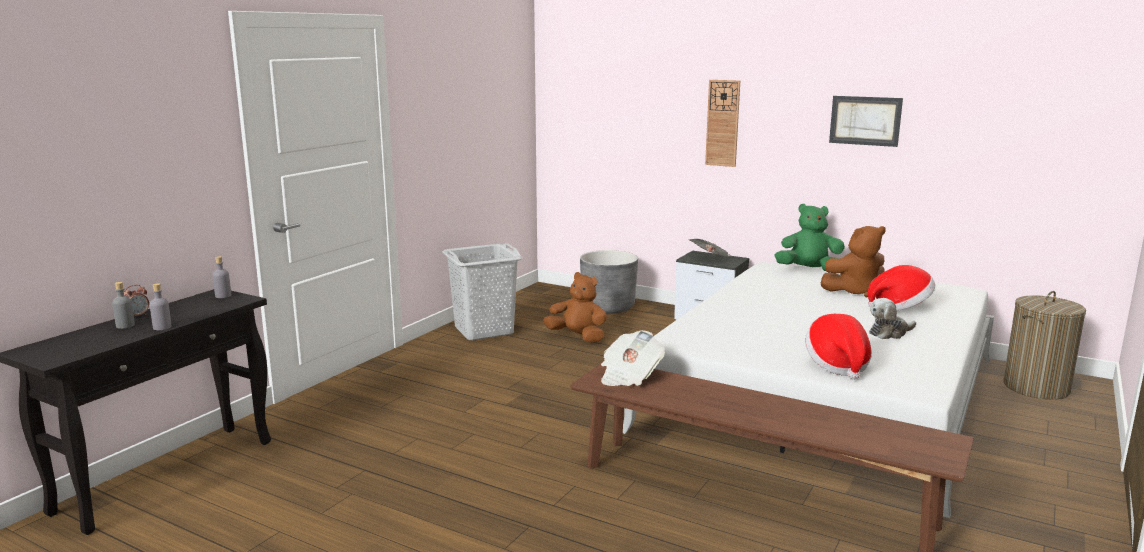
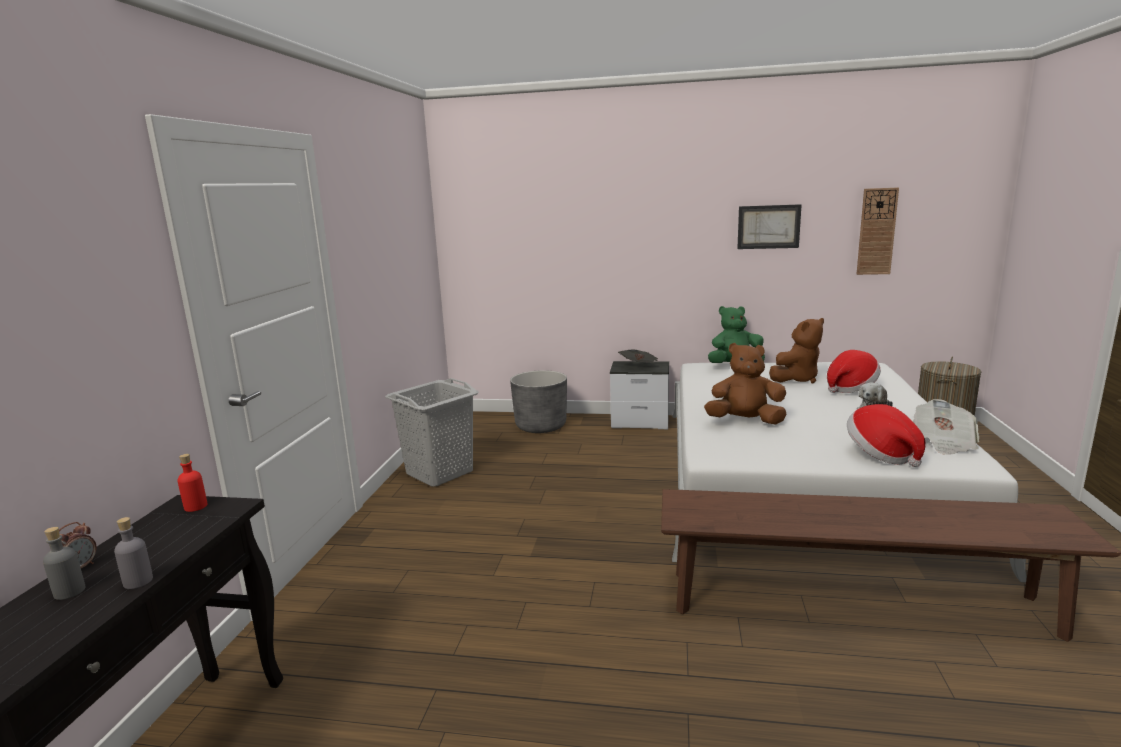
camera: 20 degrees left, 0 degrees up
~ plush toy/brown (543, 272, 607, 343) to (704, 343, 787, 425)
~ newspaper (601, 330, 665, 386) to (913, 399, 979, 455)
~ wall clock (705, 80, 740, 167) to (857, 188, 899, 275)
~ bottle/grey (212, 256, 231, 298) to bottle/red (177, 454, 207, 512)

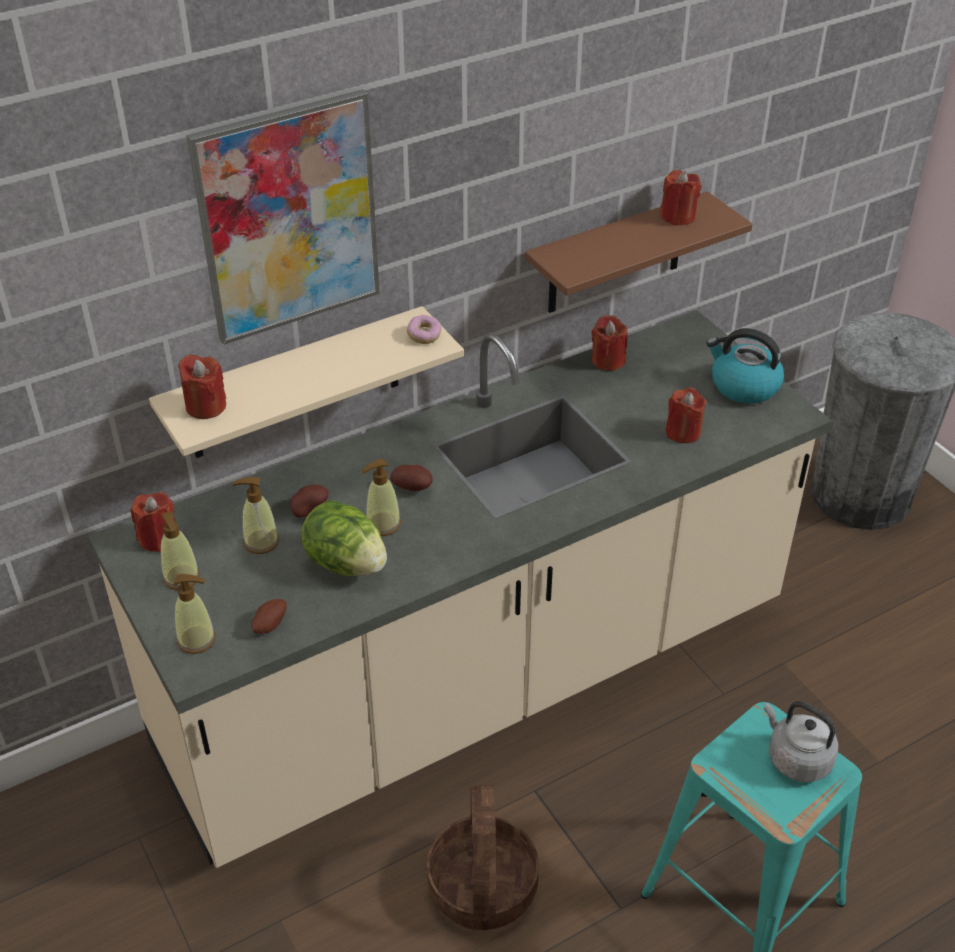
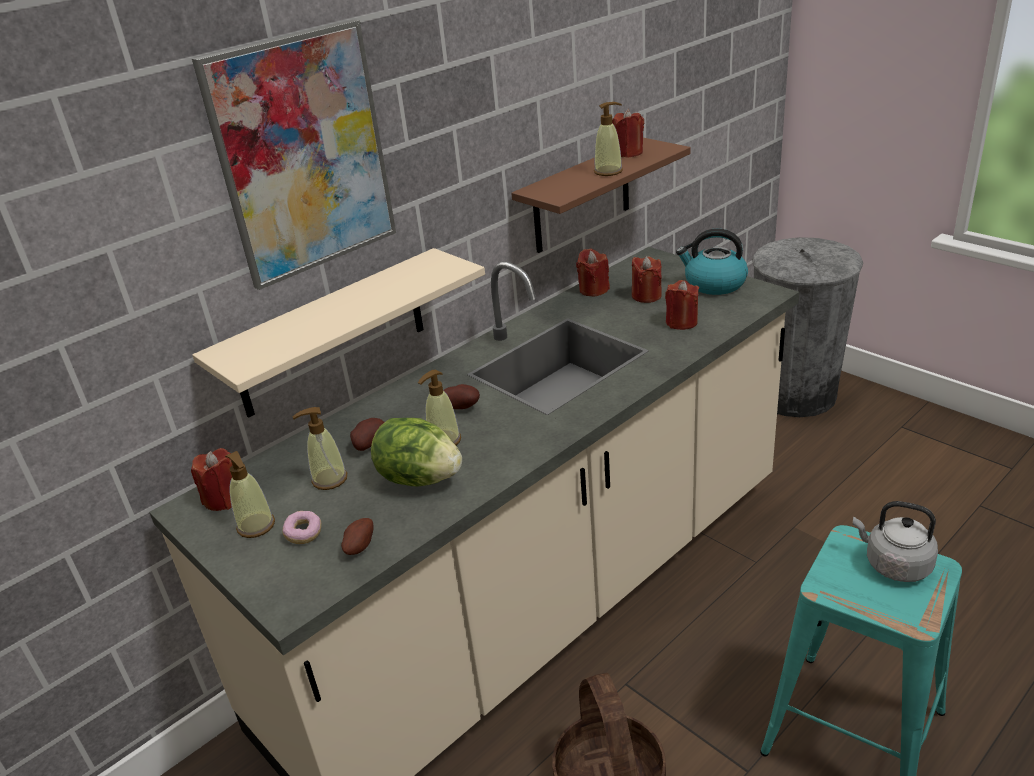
camera: 10 degrees left, 10 degrees down
~ soap dispenser (174, 574, 216, 654) to (594, 102, 623, 176)
~ candle/red (178, 354, 226, 419) to (632, 256, 662, 303)
~ donut (407, 315, 441, 344) to (282, 511, 321, 544)

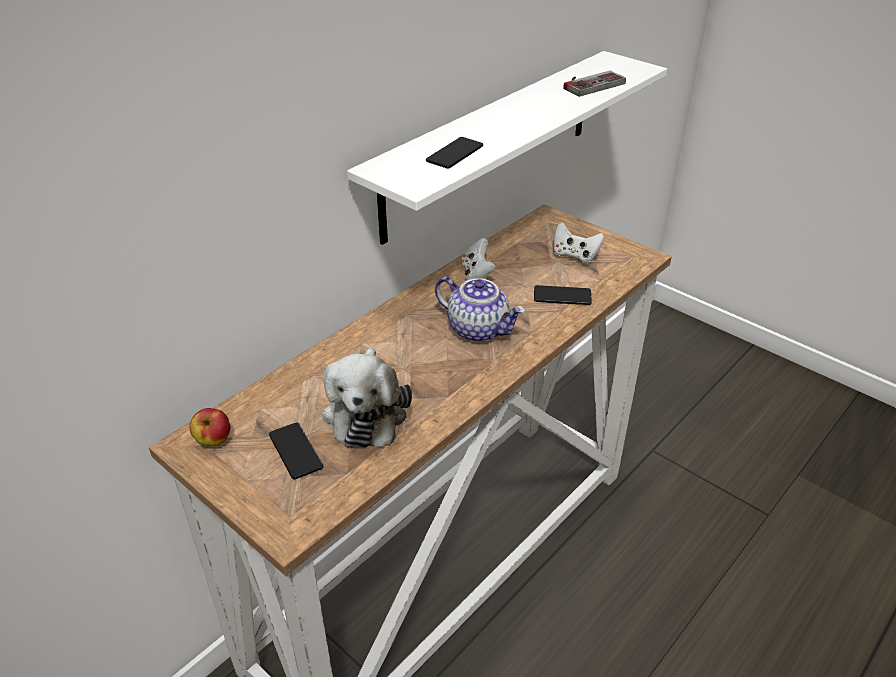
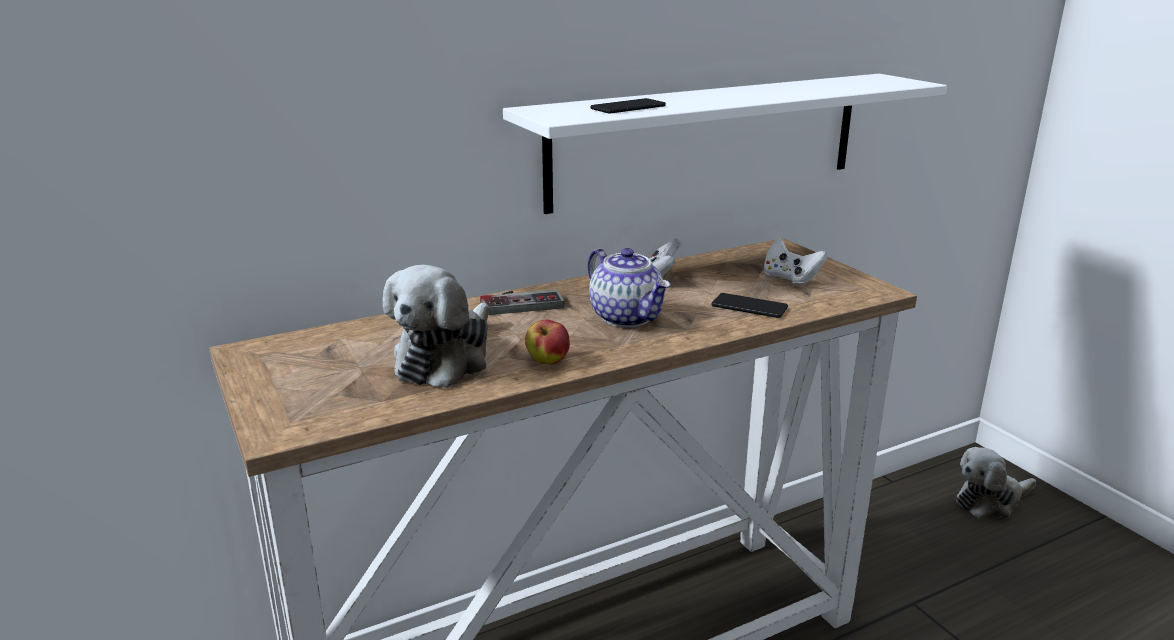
camera: 20 degrees right, 15 degrees down
- phone (269, 422, 324, 479)
+ plush toy (956, 447, 1036, 519)
~ apple (189, 408, 231, 446) to (525, 319, 570, 365)
~ game controller (564, 71, 626, 97) to (480, 289, 565, 315)

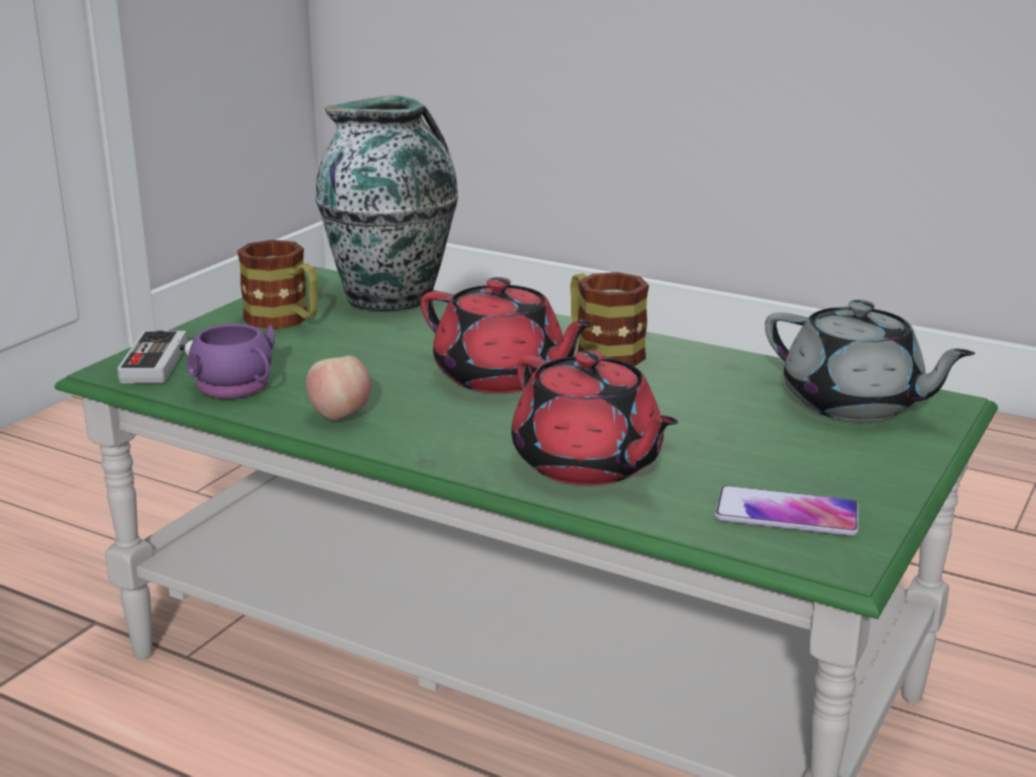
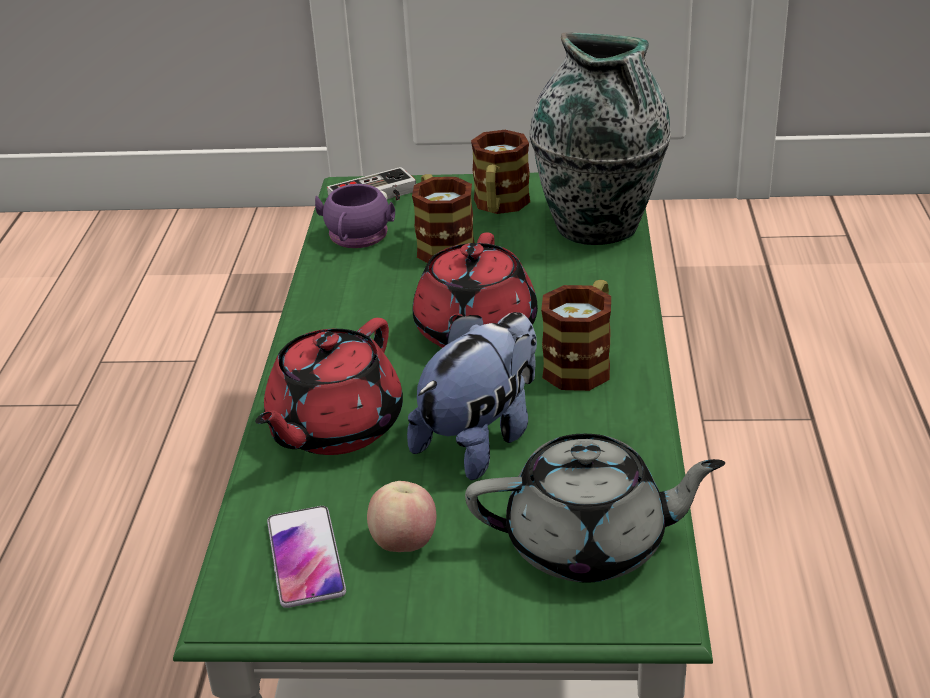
camera: 65 degrees right, 10 degrees up
+ plush toy (407, 312, 537, 480)
+ mug (412, 174, 475, 263)
~ apple (306, 356, 371, 420) to (367, 481, 437, 552)
~ teapot/grey (765, 300, 975, 422) = (465, 434, 725, 583) 105 degrees counterclockwise

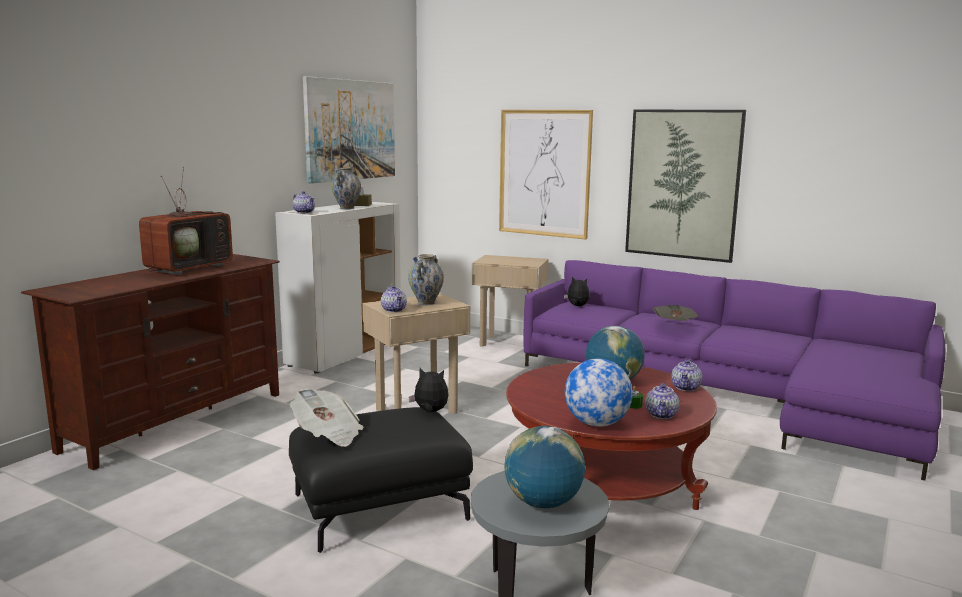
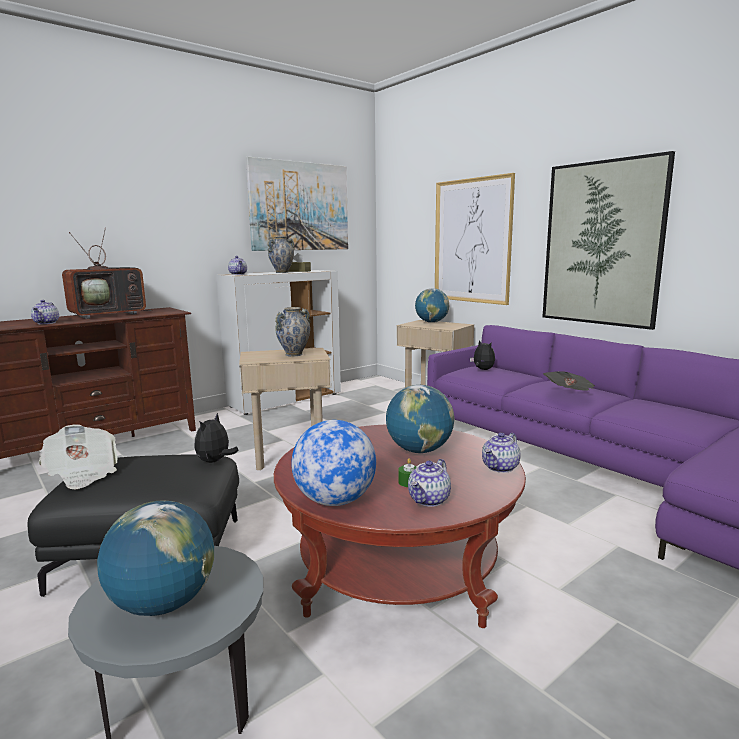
camera: 20 degrees right, 0 degrees up
+ globe (415, 288, 449, 323)
~ teapot (381, 286, 407, 312) to (31, 300, 59, 324)
~ plush toy (409, 368, 449, 412) = (194, 413, 239, 463) 105 degrees counterclockwise

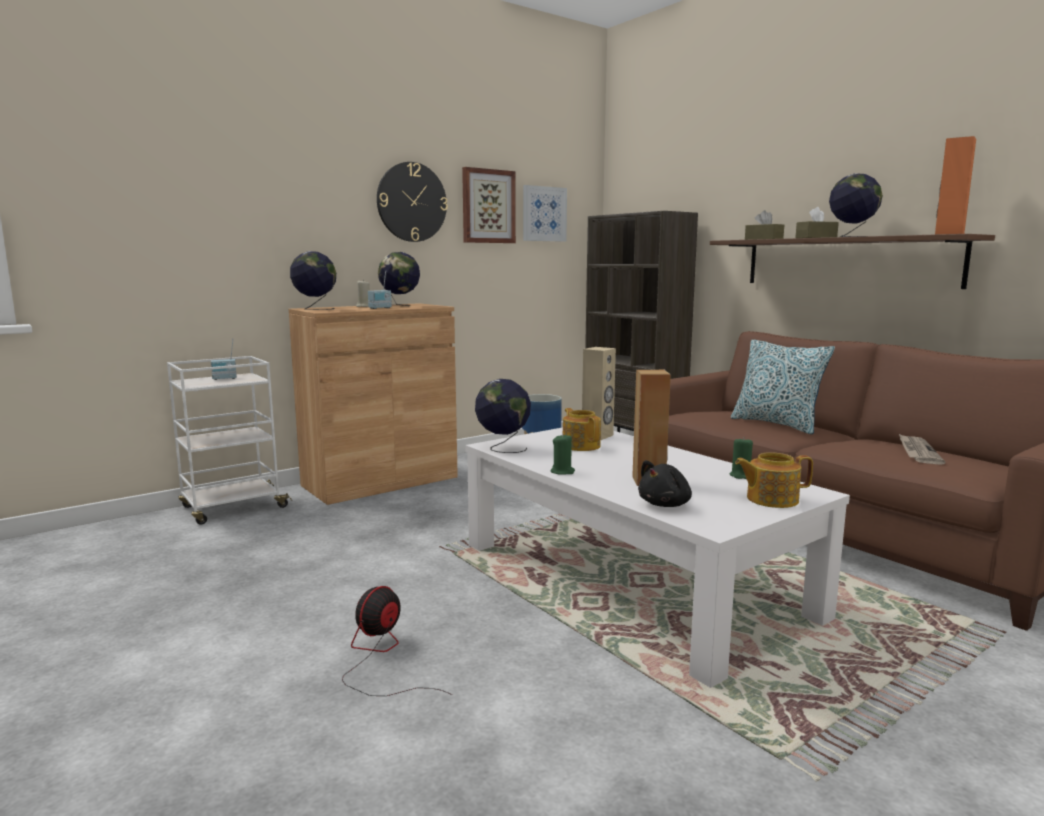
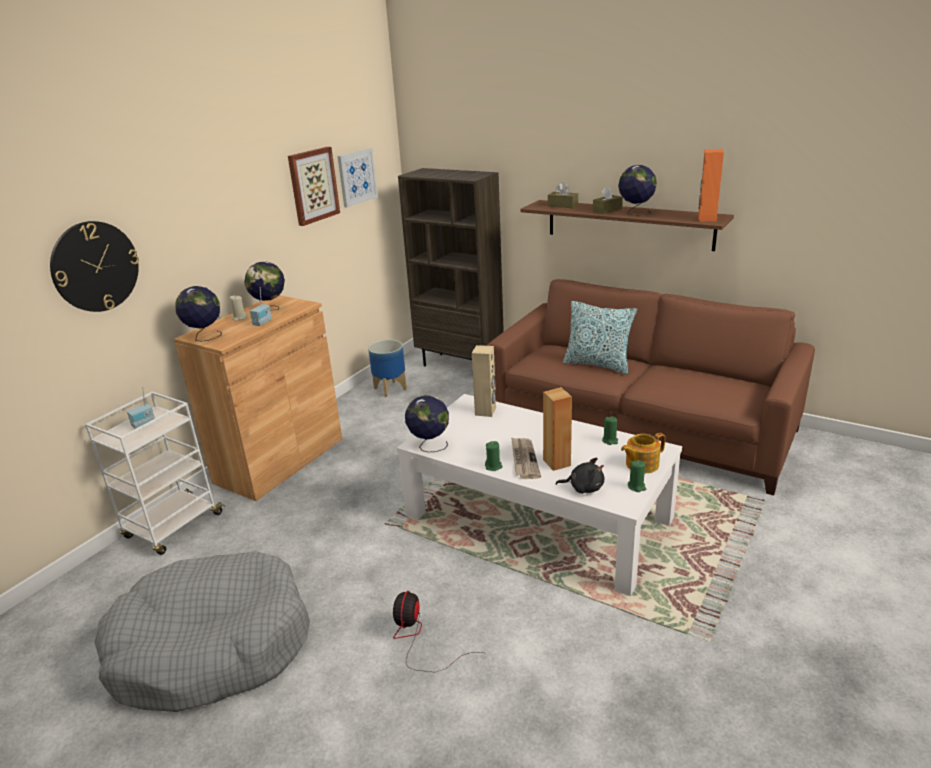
camera: 20 degrees left, 15 degrees up
- teapot (563, 408, 601, 451)
+ dog bed/grey (94, 551, 310, 712)
+ candle/green (628, 460, 646, 492)
~ wall clock (377, 162, 448, 242) to (50, 221, 139, 312)
~ newspaper (899, 434, 946, 465) to (511, 437, 541, 479)
~ plush toy/black (638, 460, 692, 507) = (556, 458, 605, 494) 105 degrees counterclockwise

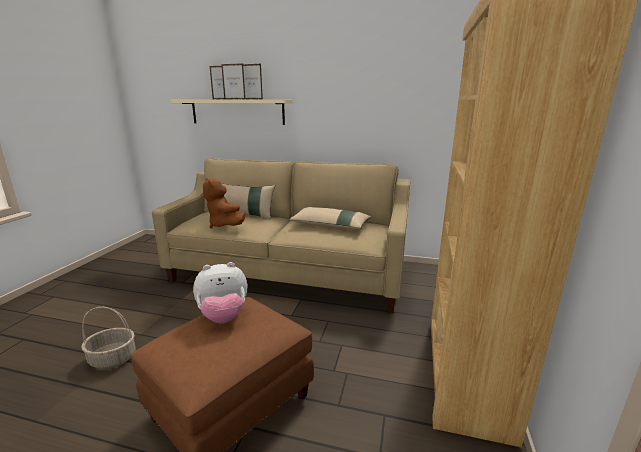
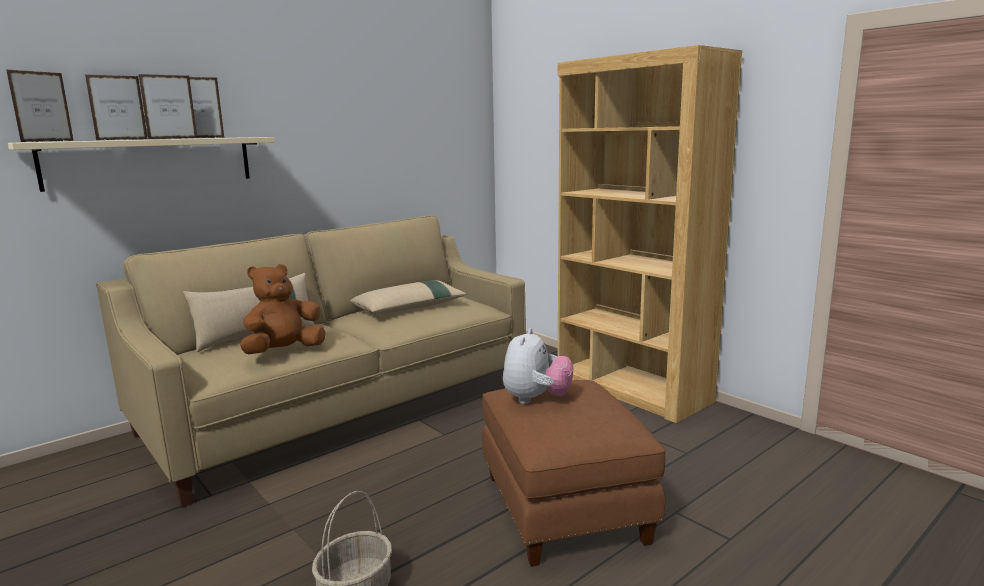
camera: 55 degrees left, 5 degrees down
+ picture frame (6, 69, 74, 142)
~ plush toy/brown (203, 178, 246, 229) = (240, 264, 325, 354) 135 degrees clockwise

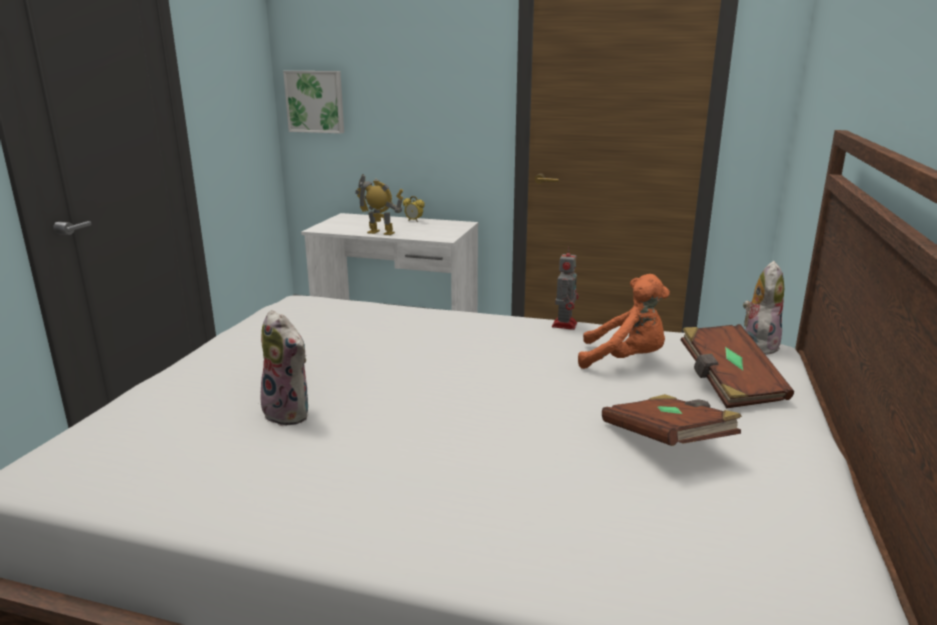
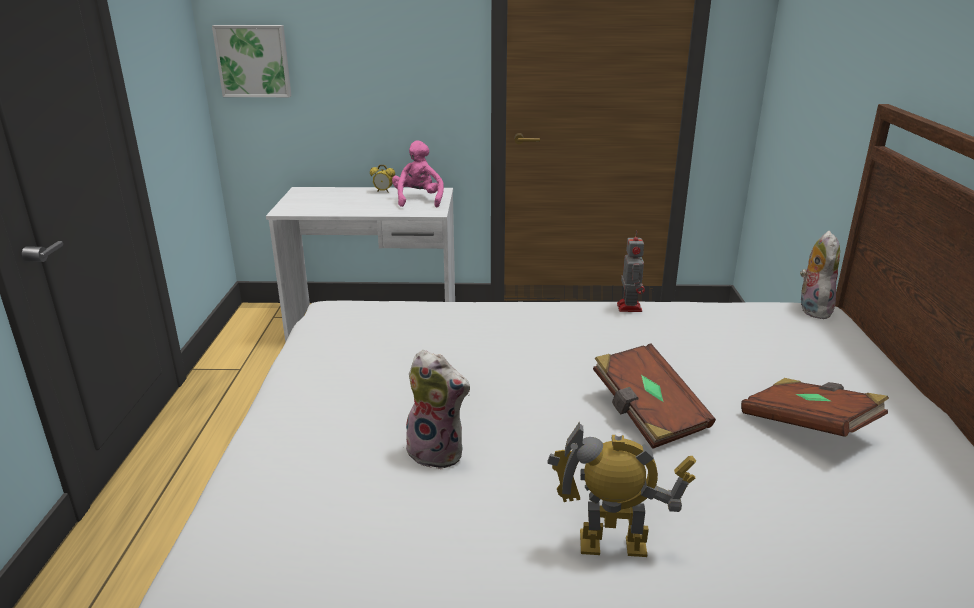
camera: 15 degrees left, 5 degrees up
- plush toy/orange (578, 274, 670, 369)
+ plush toy/pink (392, 140, 444, 208)
~ toy robot (355, 174, 403, 235) to (547, 421, 696, 557)
~ book/brown (681, 324, 794, 408) to (593, 344, 716, 449)

